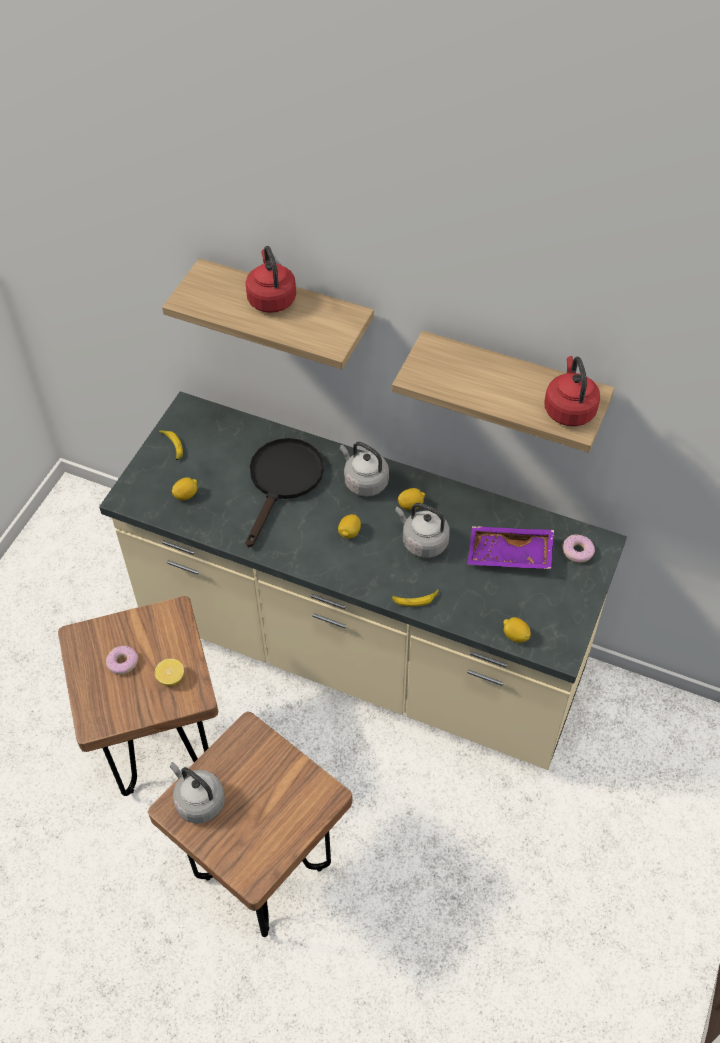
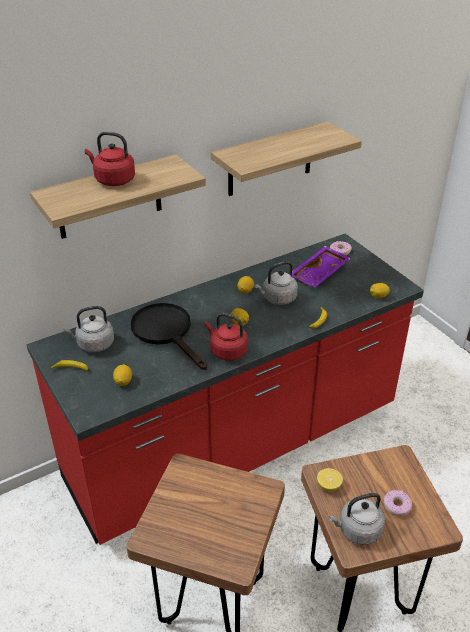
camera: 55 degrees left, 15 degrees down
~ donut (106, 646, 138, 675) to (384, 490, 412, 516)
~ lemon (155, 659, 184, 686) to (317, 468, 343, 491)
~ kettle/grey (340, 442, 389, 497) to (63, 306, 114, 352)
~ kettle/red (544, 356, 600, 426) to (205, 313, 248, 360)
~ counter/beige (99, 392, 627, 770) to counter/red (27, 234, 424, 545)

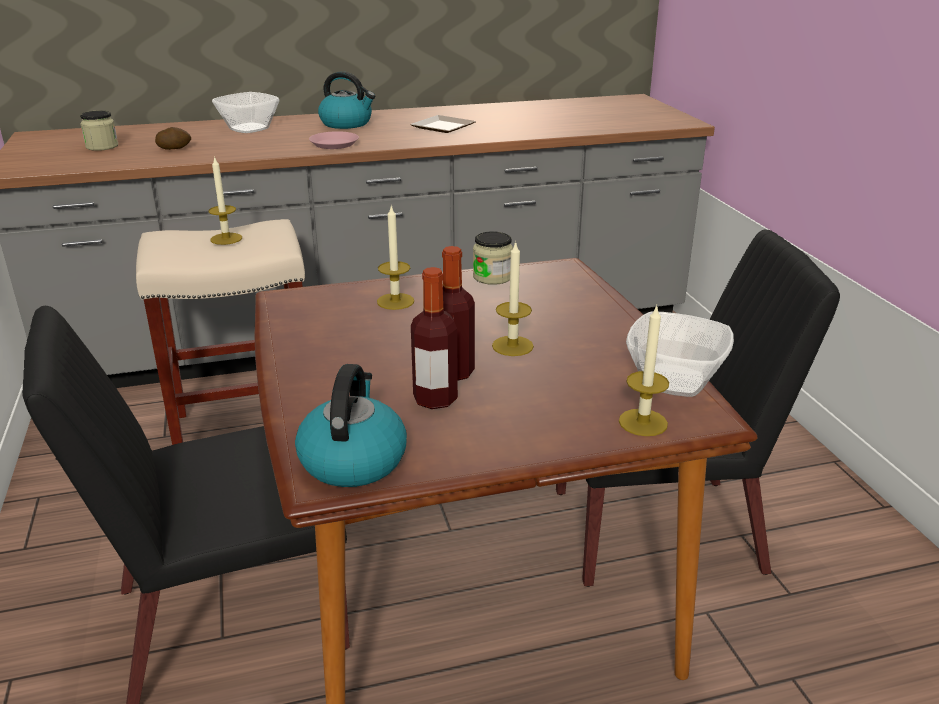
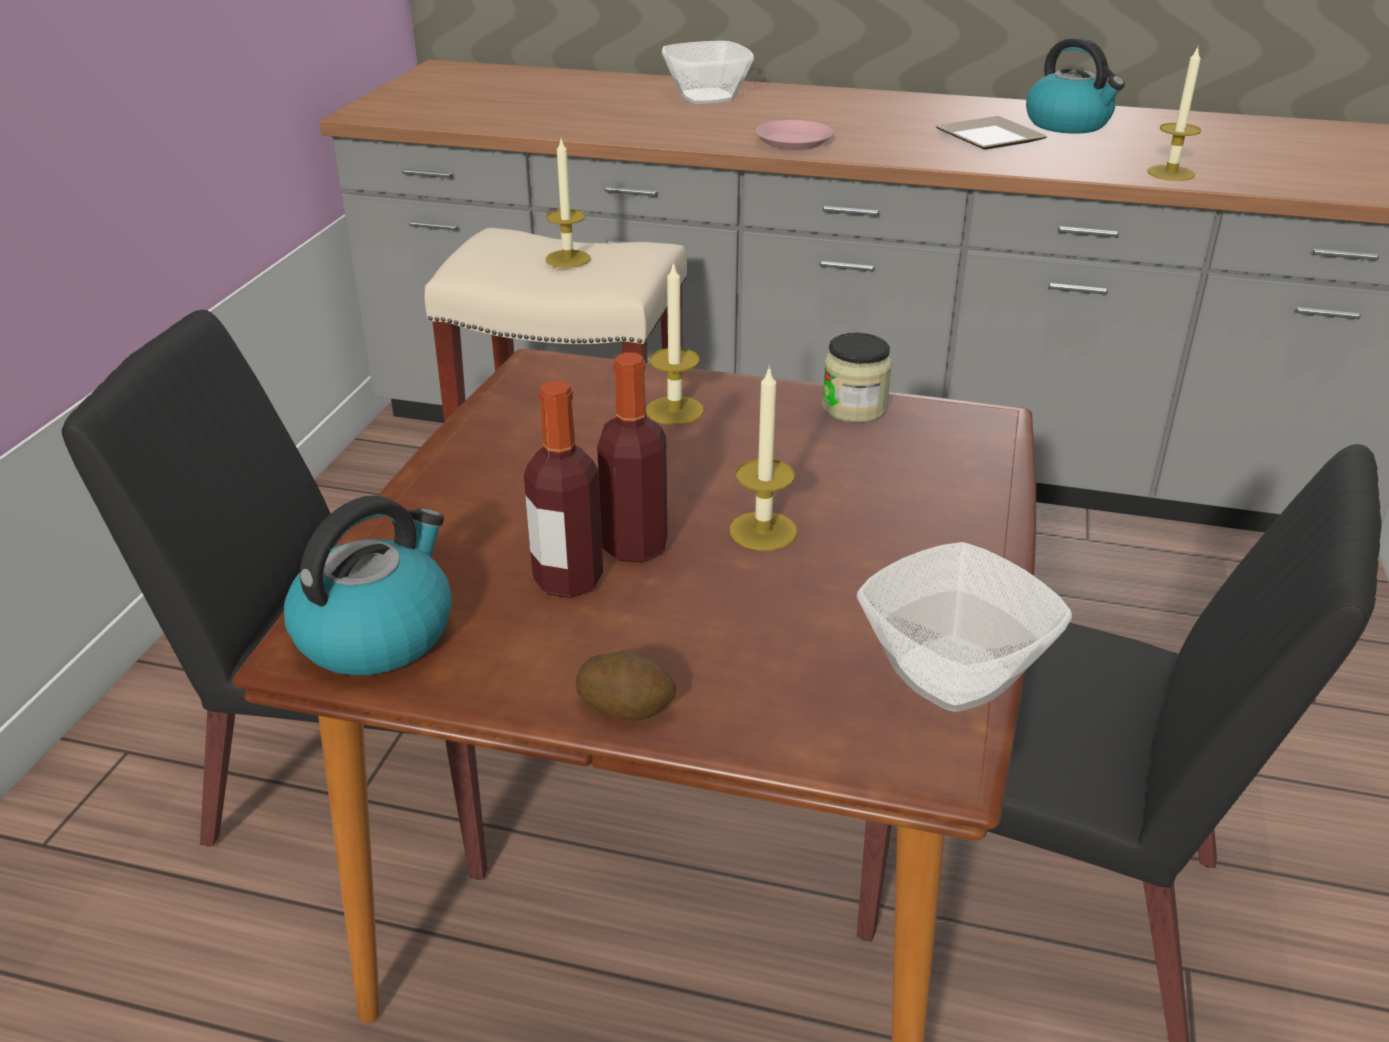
camera: 30 degrees right, 5 degrees up
- jar (80, 111, 118, 151)
~ potato (155, 127, 191, 150) to (576, 651, 676, 721)
~ kettle (318, 71, 375, 129) to (1026, 37, 1125, 133)
~ candle (619, 305, 669, 436) to (1147, 47, 1201, 181)

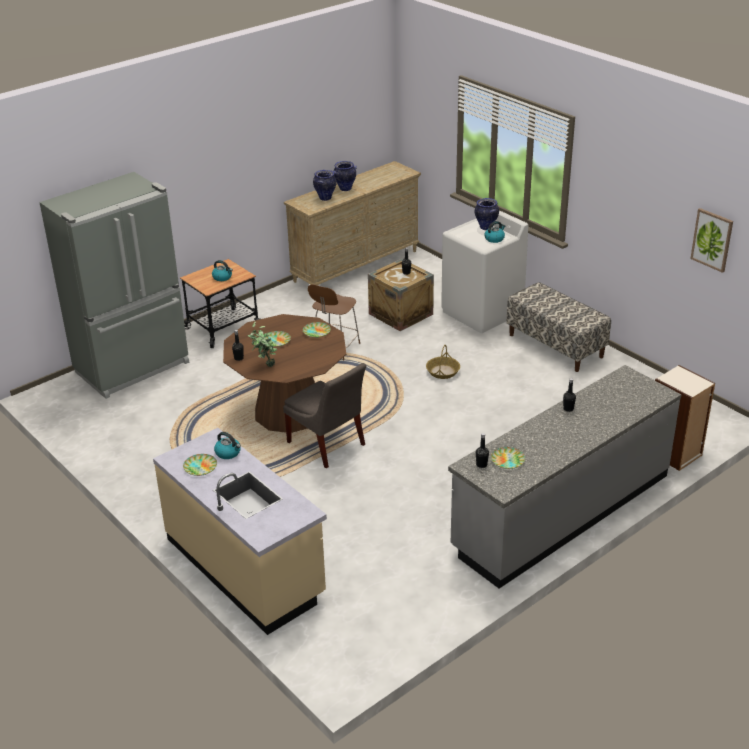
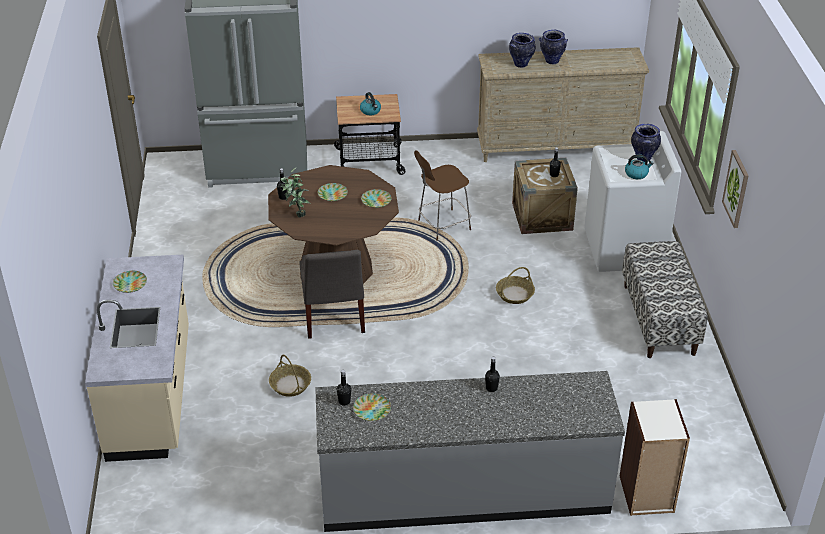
camera: 35 degrees right, 5 degrees up
- kettle (214, 432, 241, 459)
+ basket (269, 355, 311, 397)
~ picture (690, 208, 733, 273) to (722, 150, 749, 228)

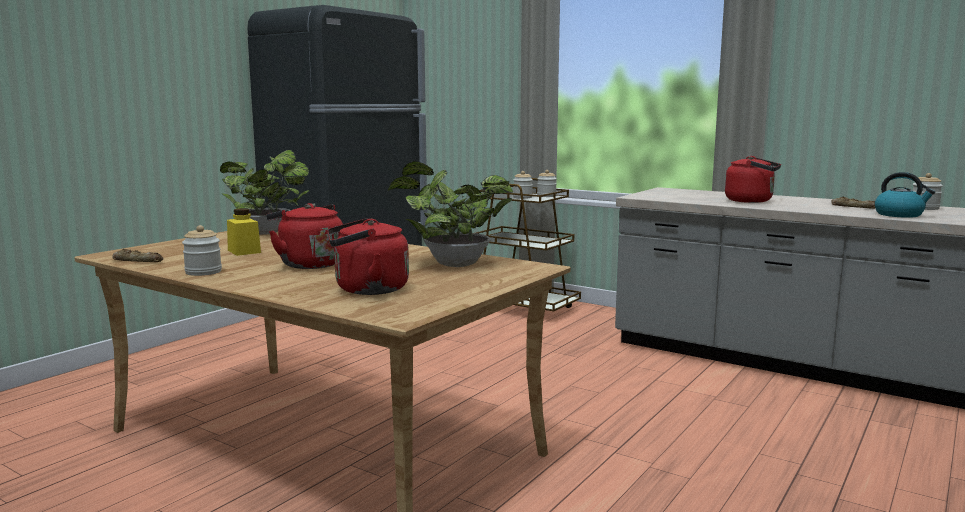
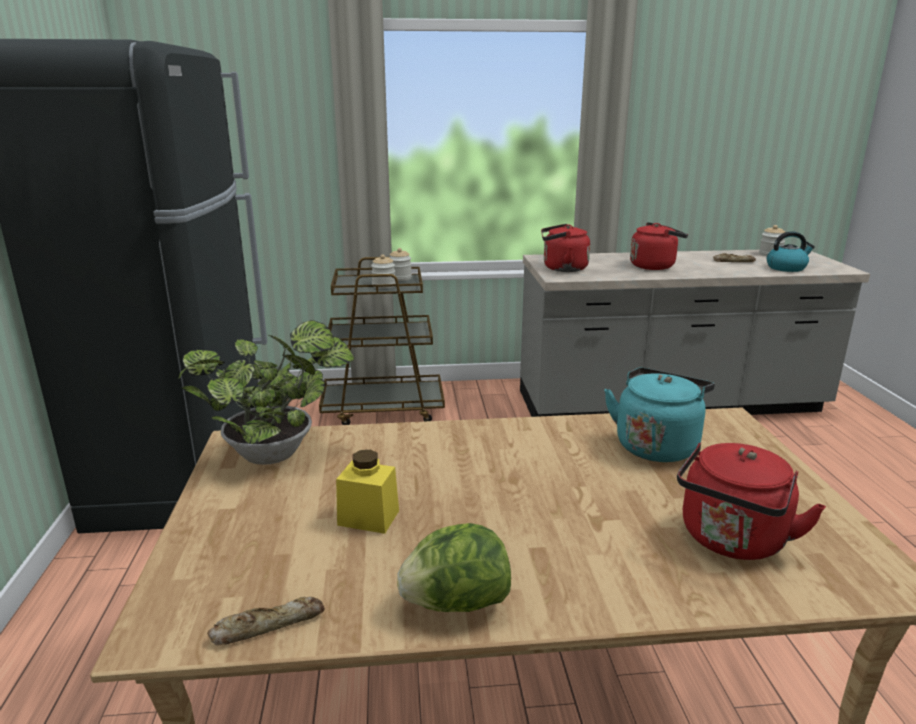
camera: 40 degrees left, 10 degrees up
~ kettle/red (266, 203, 343, 269) to (541, 224, 590, 272)
~ jar (182, 225, 222, 276) to lettuce (397, 523, 511, 612)
~ potted plant (388, 161, 513, 267) to kettle/turquoise (604, 367, 715, 462)

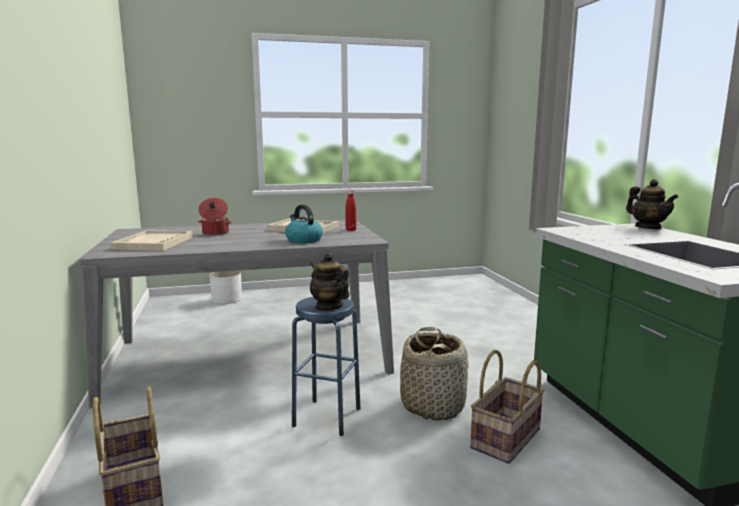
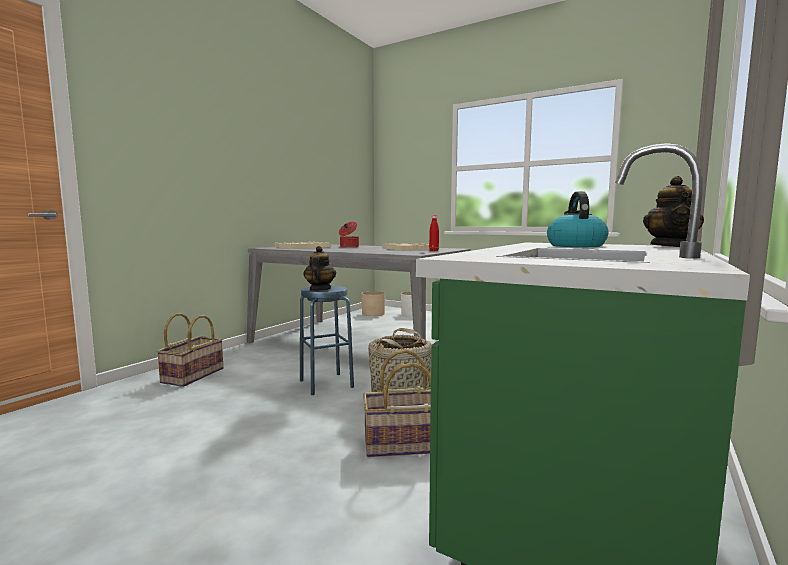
camera: 45 degrees right, 5 degrees down
+ planter/beige (361, 291, 385, 316)
~ kettle (285, 205, 323, 243) to (547, 191, 609, 247)

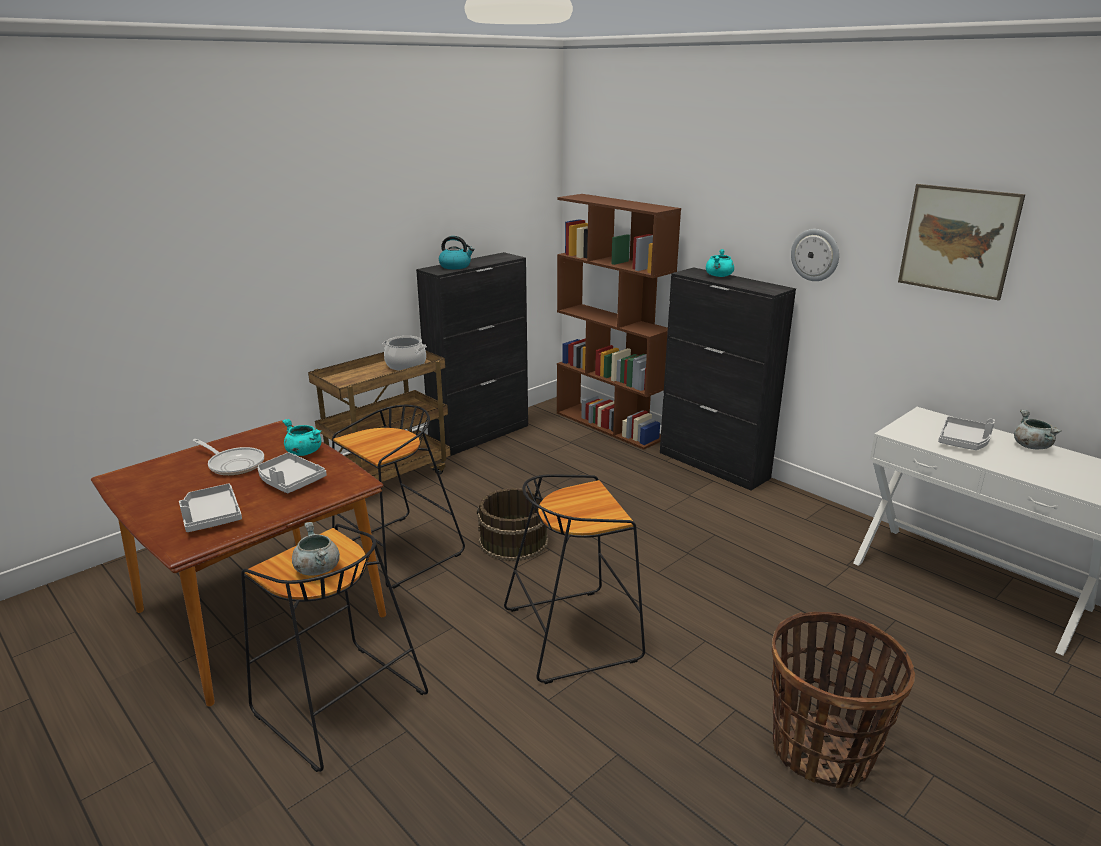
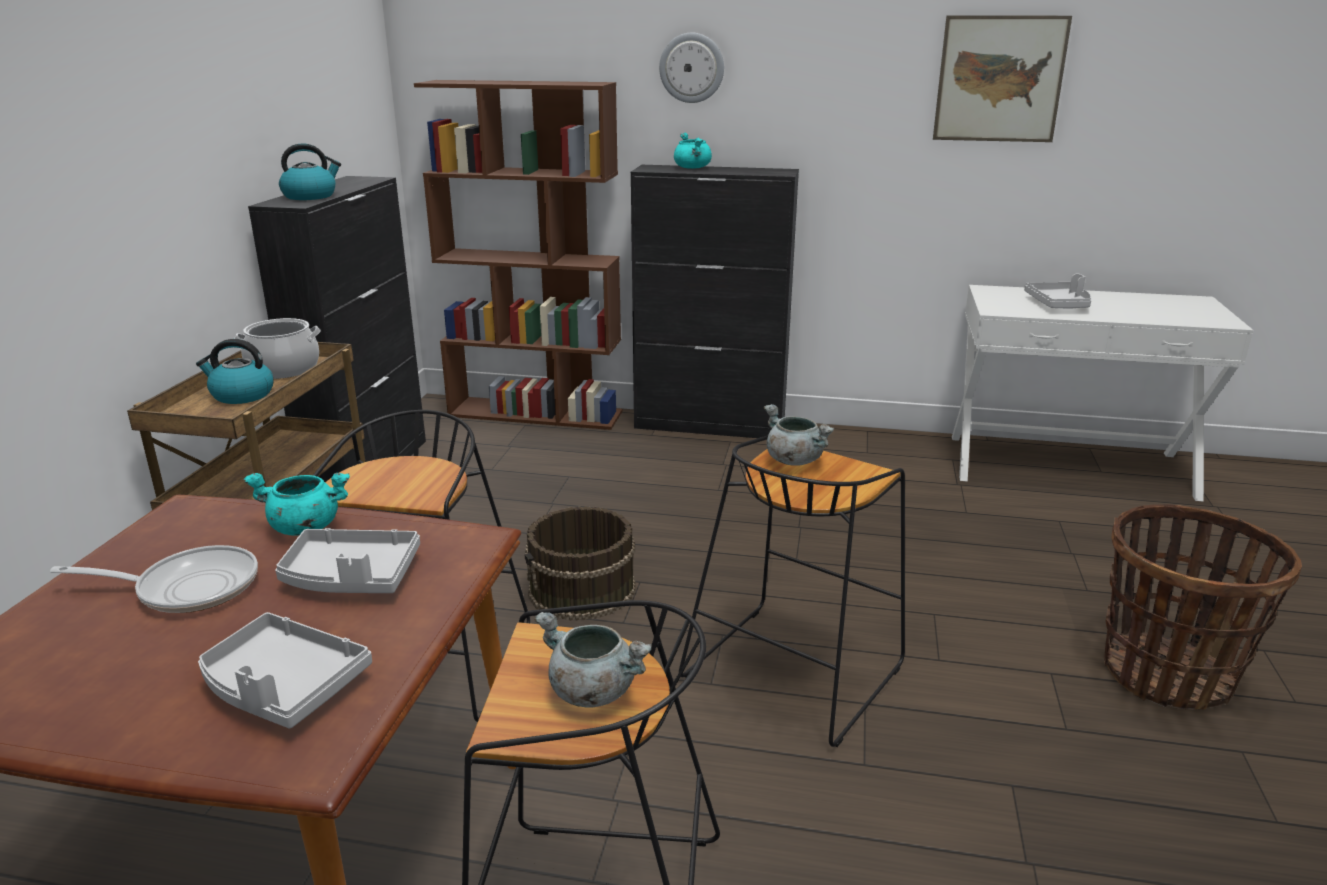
camera: 35 degrees left, 0 degrees up
+ kettle (196, 339, 274, 404)
~ wall clock (791, 229, 839, 281) to (659, 33, 724, 103)
~ cooking pot/grey (1014, 410, 1061, 449) to (764, 404, 835, 466)

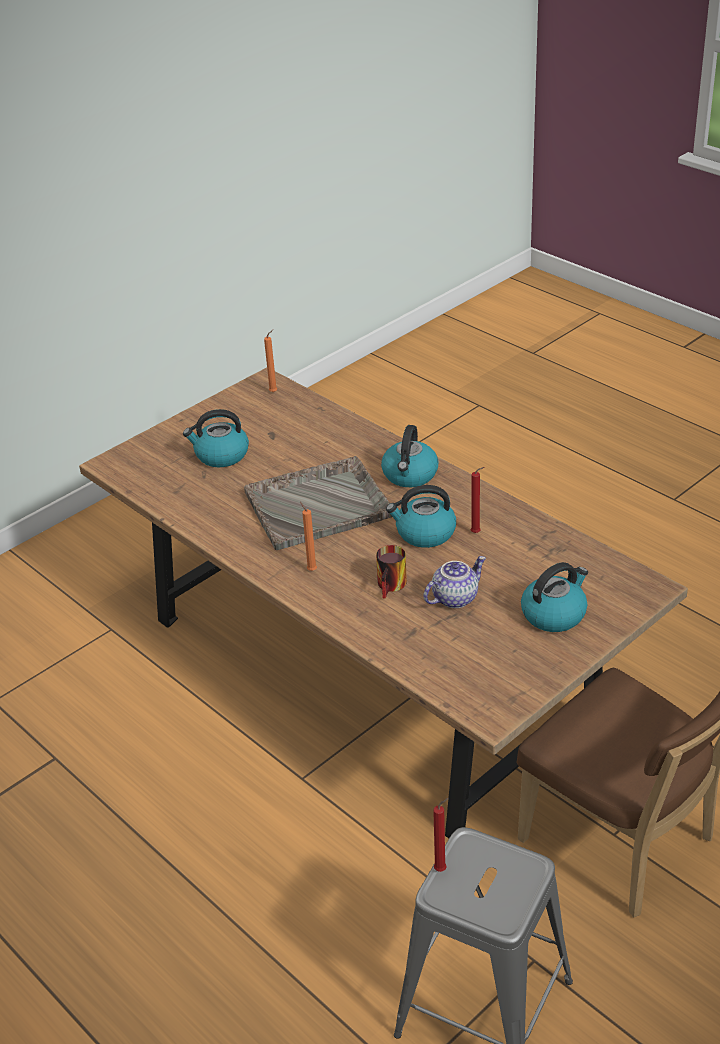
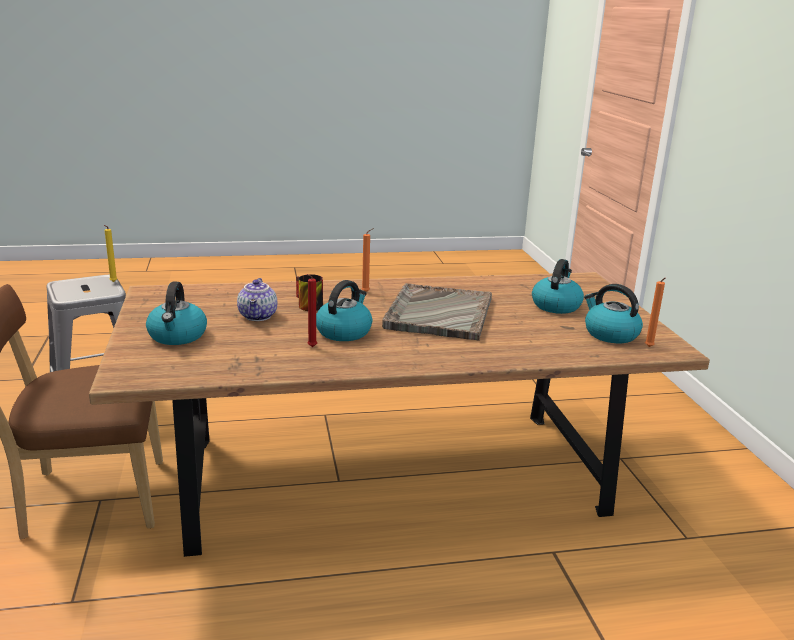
camera: 120 degrees right, 15 degrees down
~ kettle (381, 425, 439, 487) to (584, 284, 643, 343)
~ candle/red (433, 798, 448, 872) to candle/yellow (104, 225, 117, 282)

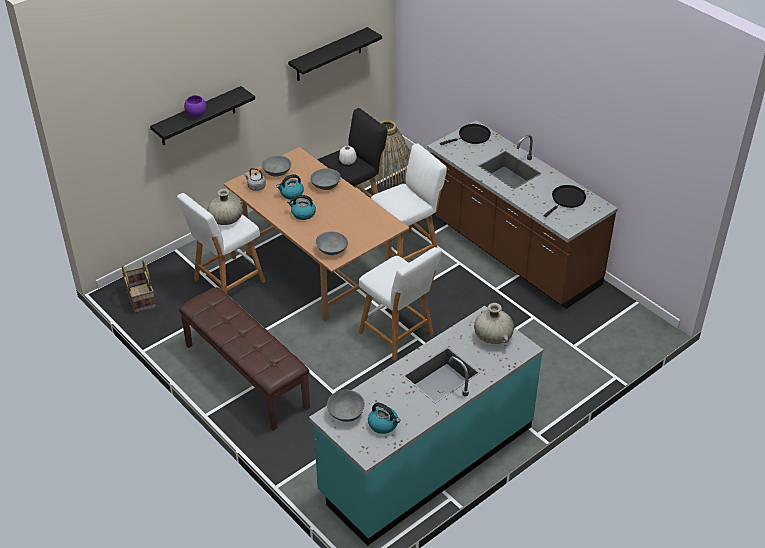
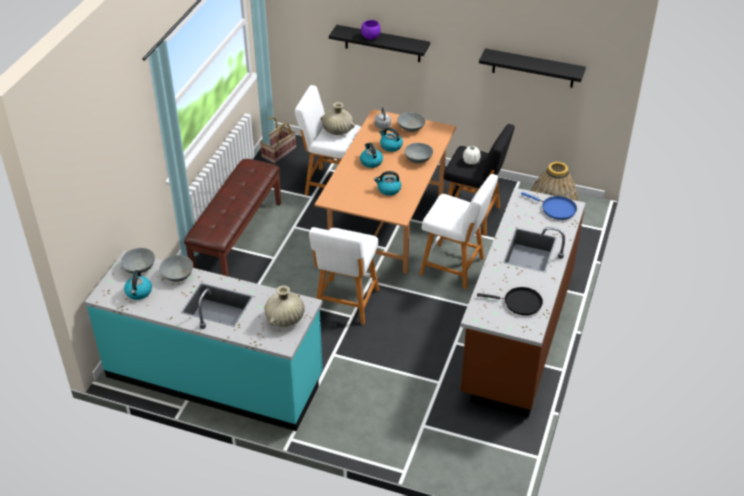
camera: 60 degrees right, 0 degrees up
+ kettle (374, 171, 401, 196)
~ bowl/grey (316, 231, 348, 255) to (159, 255, 193, 282)
~ frying pan/black (440, 124, 491, 145) to frying pan/blue (521, 192, 577, 220)

